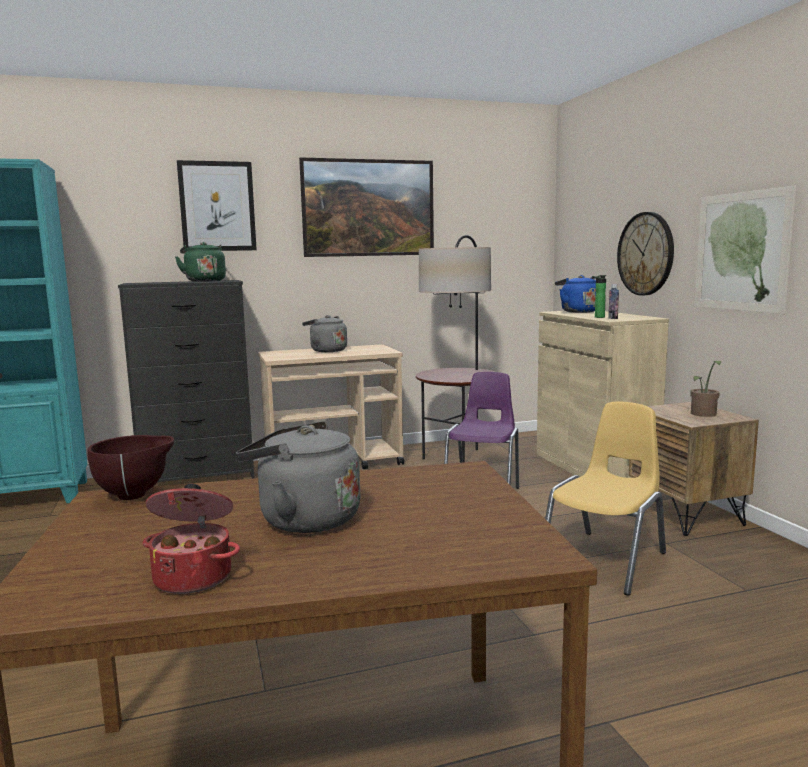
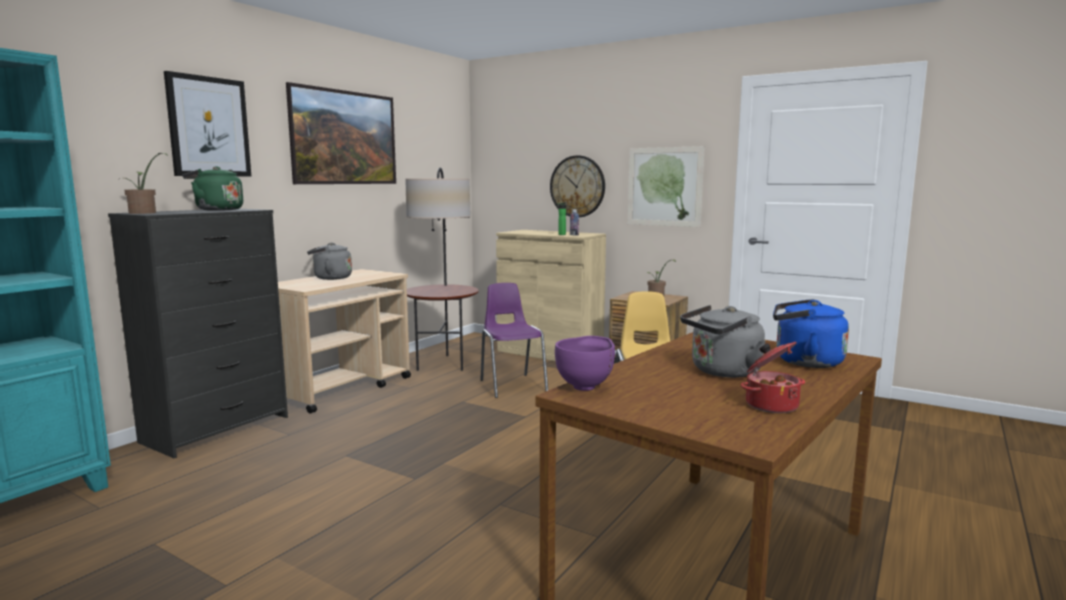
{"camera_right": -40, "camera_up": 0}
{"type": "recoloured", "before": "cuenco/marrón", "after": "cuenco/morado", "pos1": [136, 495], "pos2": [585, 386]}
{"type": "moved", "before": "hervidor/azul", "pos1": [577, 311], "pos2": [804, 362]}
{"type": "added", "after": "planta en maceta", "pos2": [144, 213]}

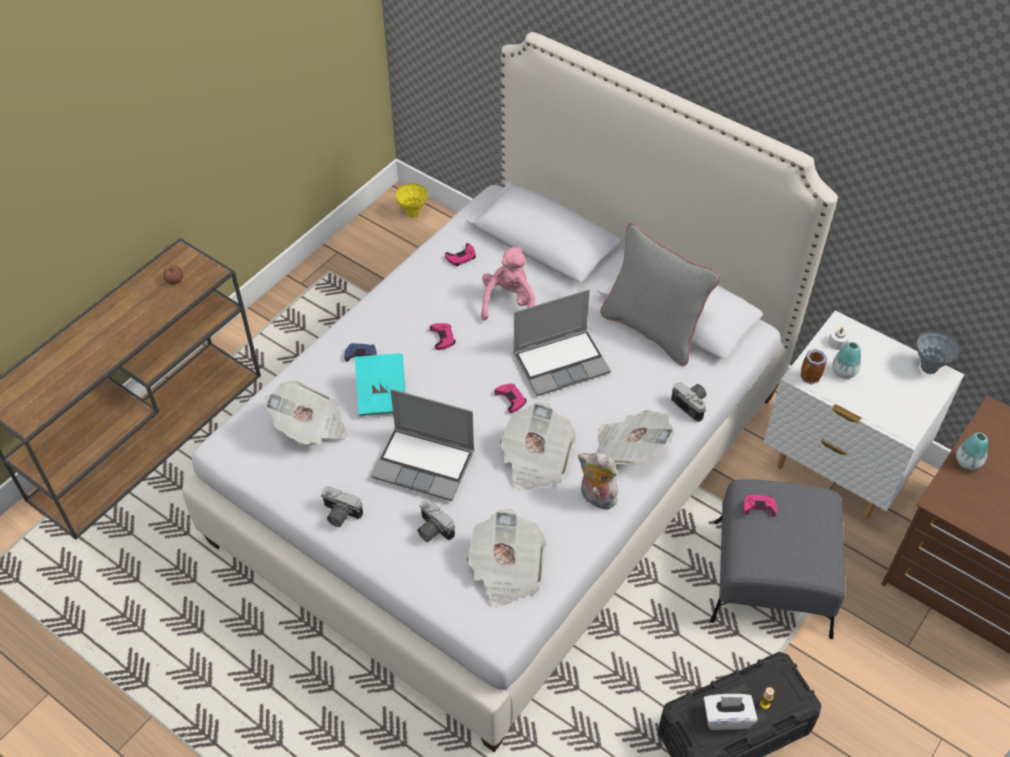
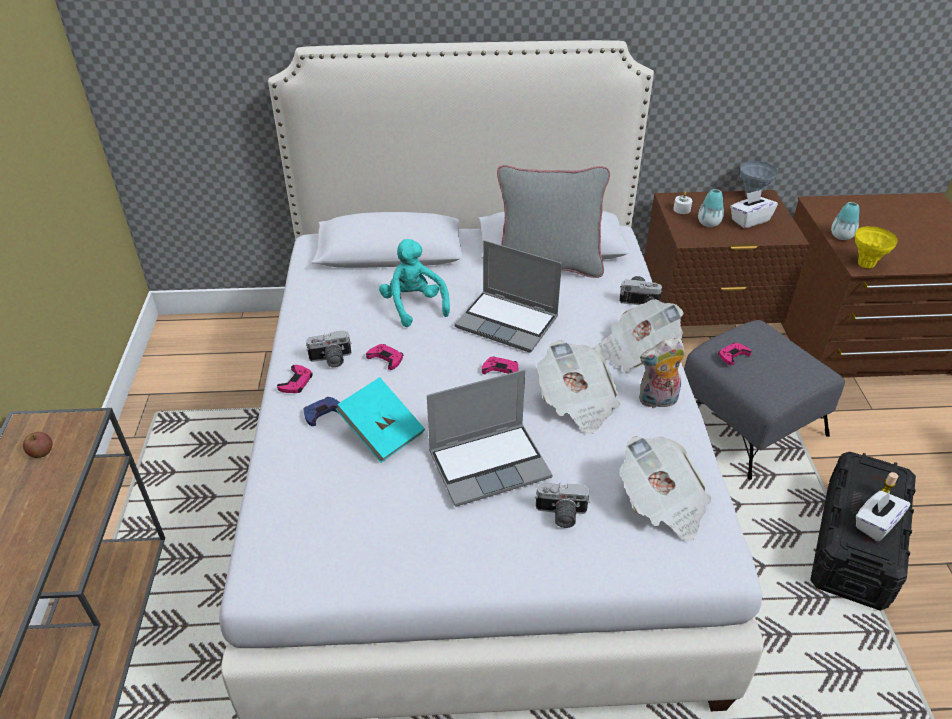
{"camera_right": -40, "camera_up": -10}
{"type": "removed", "before": "periódico", "pos1": [310, 427]}
{"type": "moved", "before": "cámara", "pos1": [339, 514], "pos2": [331, 360]}
{"type": "moved", "before": "florero/amarillo", "pos1": [413, 213], "pos2": [866, 265]}
{"type": "moved", "before": "mando de consola/rosa", "pos1": [461, 257], "pos2": [296, 382]}
{"type": "recoloured", "before": "peluche/rosa", "after": "peluche/turquesa", "pos1": [509, 303], "pos2": [414, 305]}
{"type": "turned", "before": "portátil", "pos1": [561, 362], "pos2": [508, 322], "turn": 90}
{"type": "recoloured", "before": "mesita de noche/blanco", "after": "mesita de noche/marrón", "pos1": [838, 469], "pos2": [702, 329]}
{"type": "removed", "before": "taza grande", "pos1": [809, 378]}
{"type": "added", "after": "caja de pañuelos/blanco", "pos2": [749, 220]}

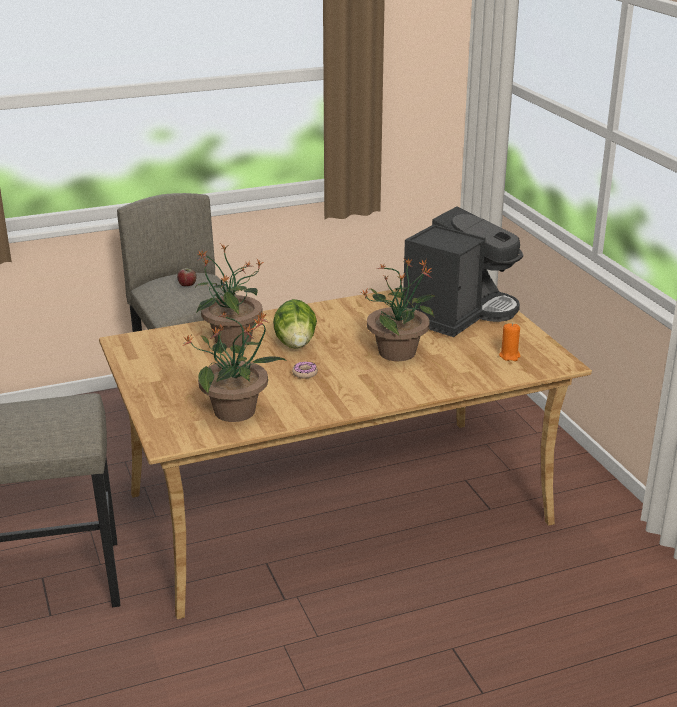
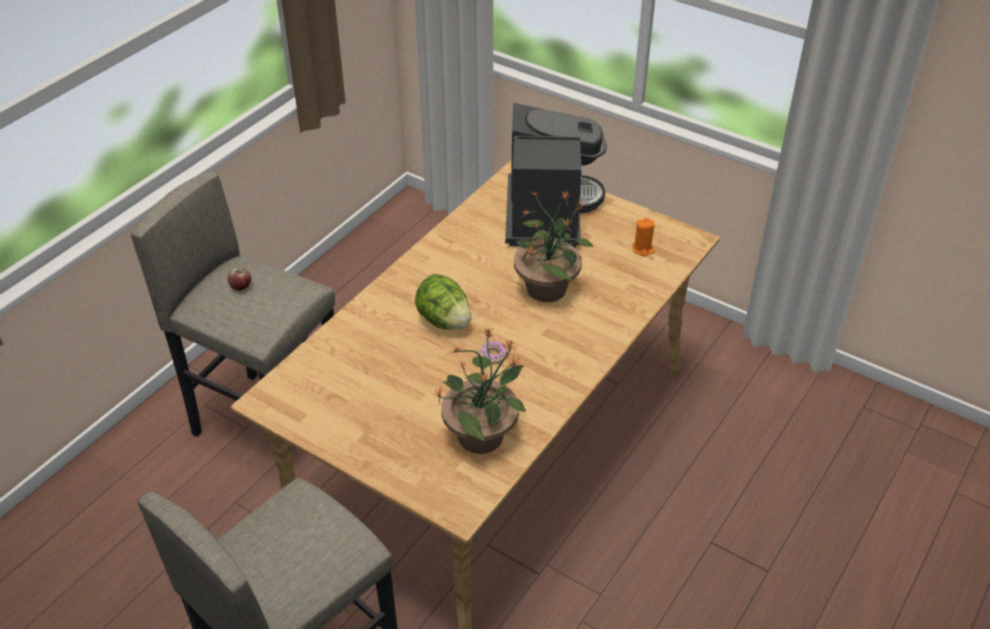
{"camera_right": -35, "camera_up": 15}
{"type": "removed", "before": "planta en maceta", "pos1": [232, 340]}

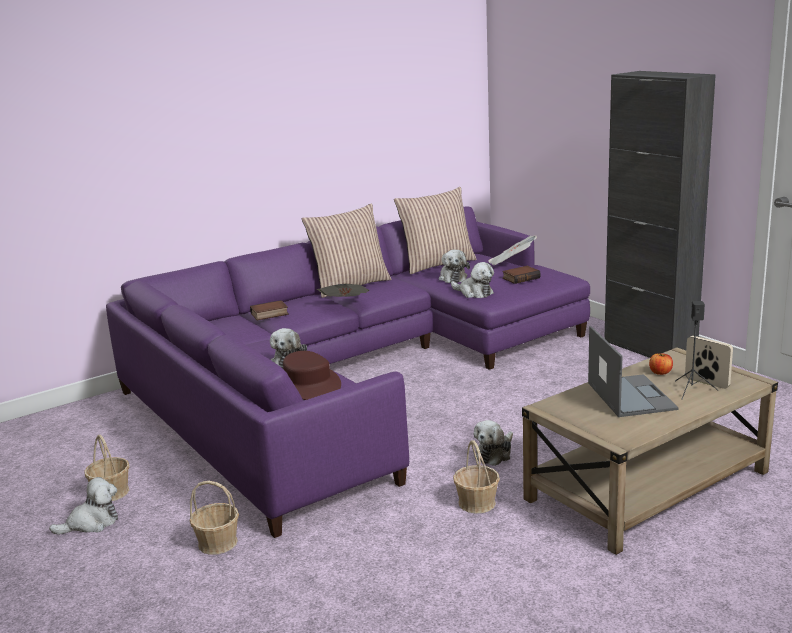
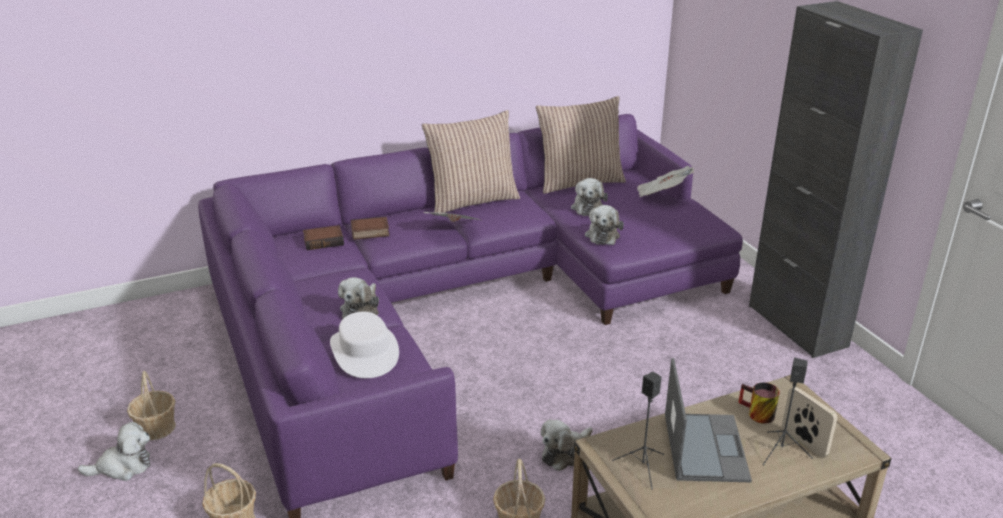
{"camera_right": 10, "camera_up": 10}
{"type": "recoloured", "before": "sombrero/marrón", "after": "sombrero/blanco", "pos1": [308, 385], "pos2": [365, 352]}
{"type": "turned", "before": "peluche", "pos1": [474, 293], "pos2": [602, 235], "turn": 45}
{"type": "moved", "before": "libro", "pos1": [521, 278], "pos2": [324, 241]}
{"type": "replaced", "before": "manzana", "after": "taza grande", "pos1": [660, 372], "pos2": [756, 414]}
{"type": "added", "after": "altavoz/negro", "pos2": [643, 468]}

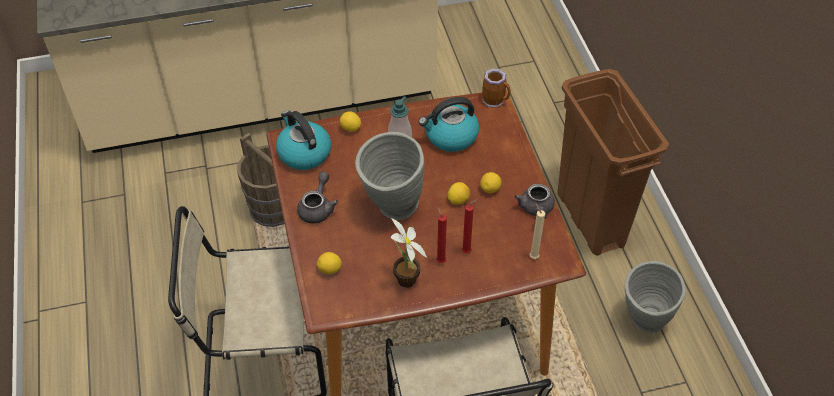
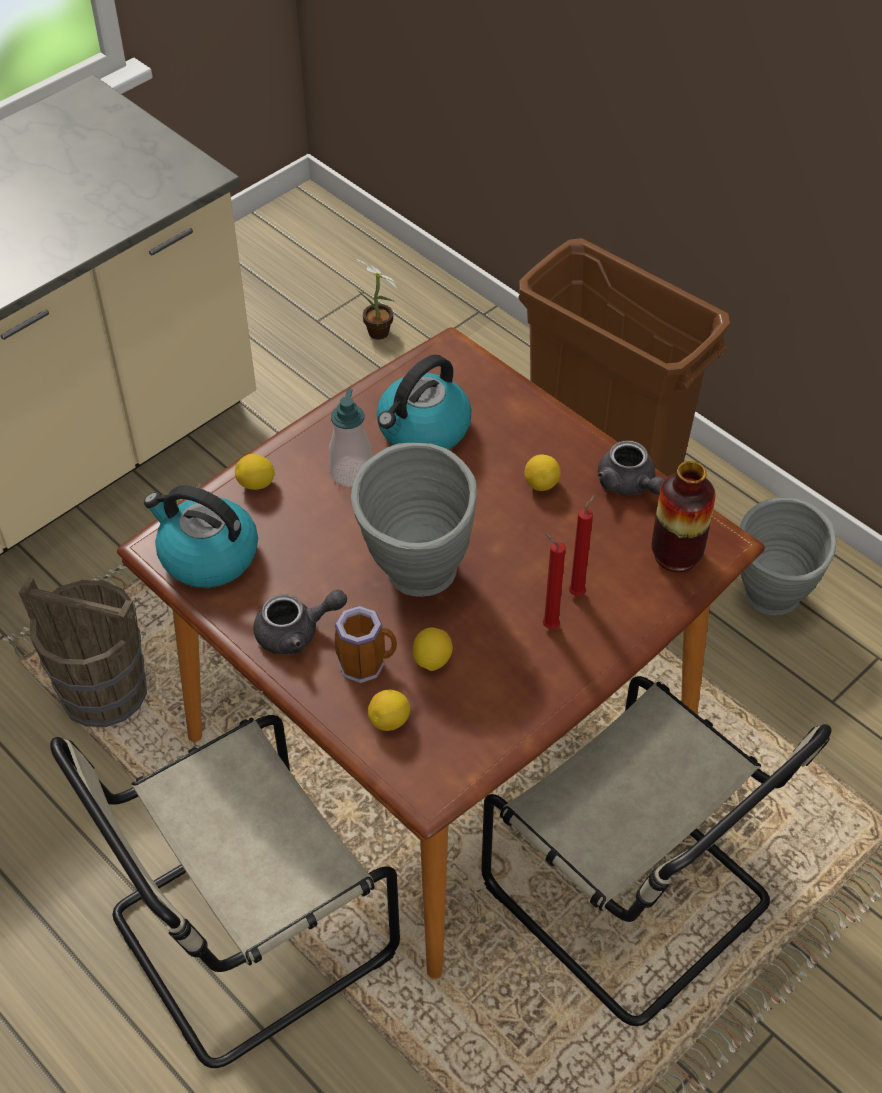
{"camera_right": -30, "camera_up": 0}
{"type": "turned", "before": "tetera/gris", "pos1": [318, 208], "pos2": [296, 632], "turn": 90}
{"type": "moved", "before": "planta en maceta", "pos1": [406, 283], "pos2": [380, 335]}
{"type": "moved", "before": "limón", "pos1": [458, 200], "pos2": [432, 660]}
{"type": "moved", "before": "taza grande", "pos1": [495, 101], "pos2": [366, 664]}
{"type": "replaced", "before": "vela/beis", "after": "florero", "pos1": [532, 256], "pos2": [676, 555]}

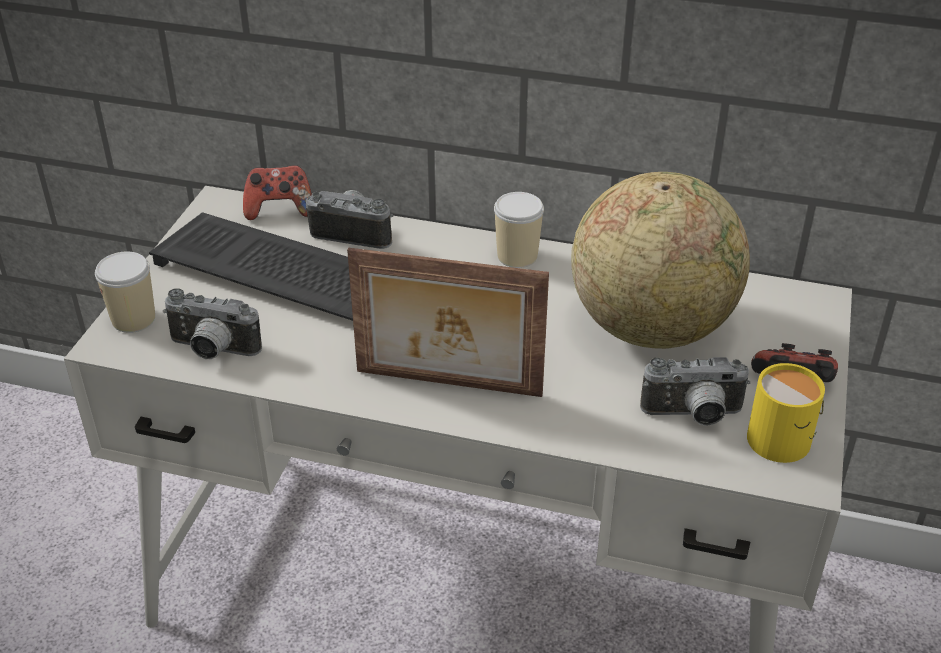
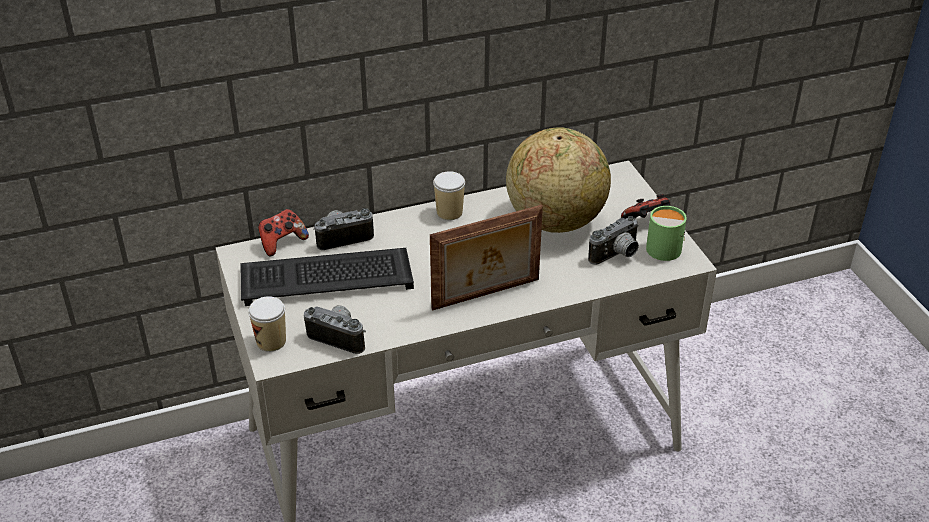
{"camera_right": -35, "camera_up": 0}
{"type": "turned", "before": "cámara", "pos1": [211, 351], "pos2": [339, 337], "turn": -135}
{"type": "recoloured", "before": "taza grande/amarillo", "after": "taza grande/verde", "pos1": [784, 436], "pos2": [664, 247]}

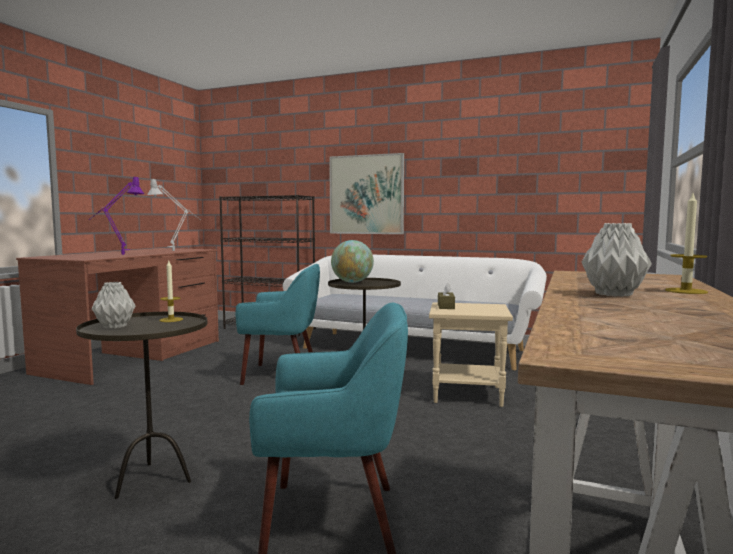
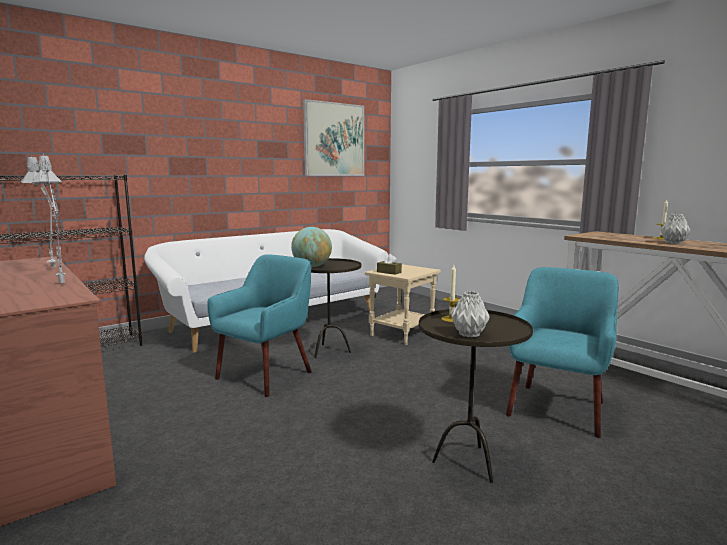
{"camera_right": -60, "camera_up": 5}
{"type": "recoloured", "before": "lámpara de mesa/morado", "after": "lámpara de mesa/gris", "pos1": [119, 256], "pos2": [63, 286]}
{"type": "moved", "before": "cuadro", "pos1": [366, 194], "pos2": [334, 139]}

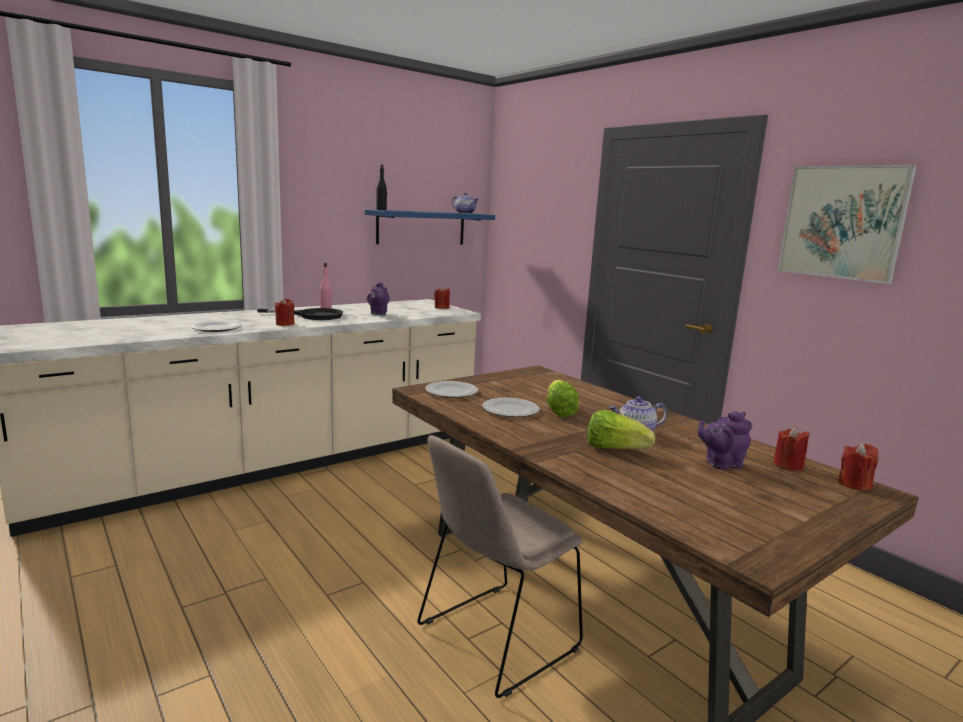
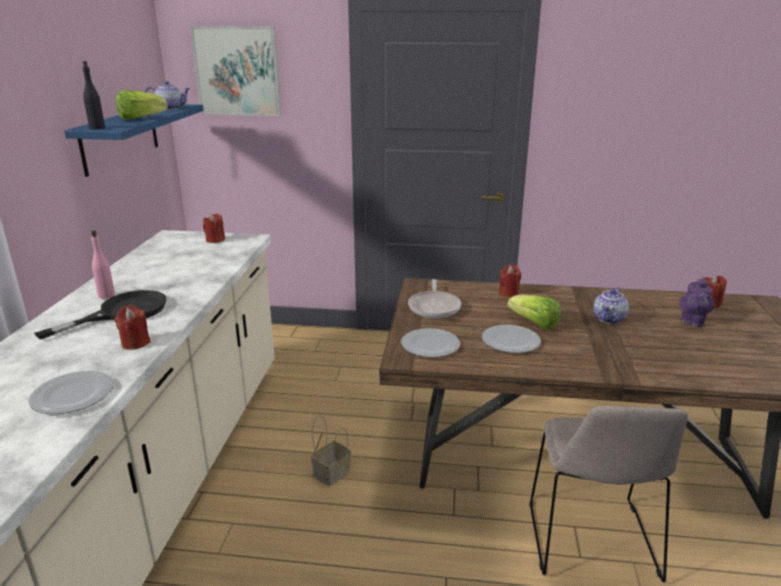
{"camera_right": -45, "camera_up": 10}
{"type": "removed", "before": "tetera/morado", "pos1": [378, 313]}
{"type": "moved", "before": "lechuga", "pos1": [614, 449], "pos2": [140, 118]}
{"type": "moved", "before": "cuadro", "pos1": [842, 222], "pos2": [237, 71]}
{"type": "moved", "before": "vela/rojo", "pos1": [854, 484], "pos2": [509, 293]}
{"type": "added", "after": "cesta", "pos2": [332, 472]}
{"type": "added", "after": "sartén", "pos2": [434, 307]}

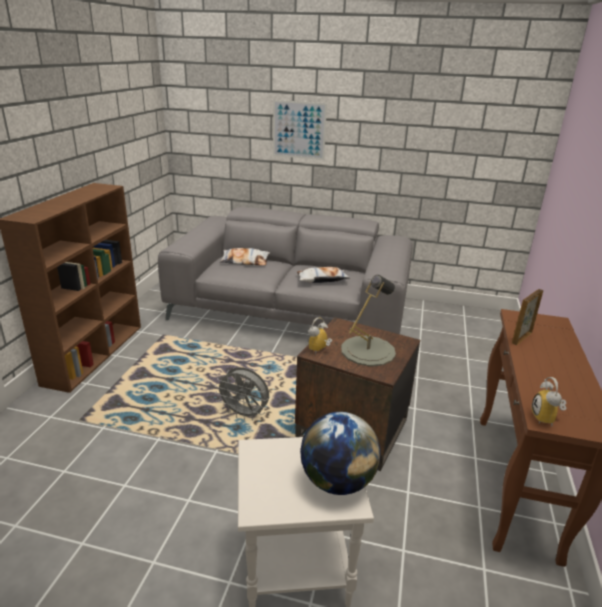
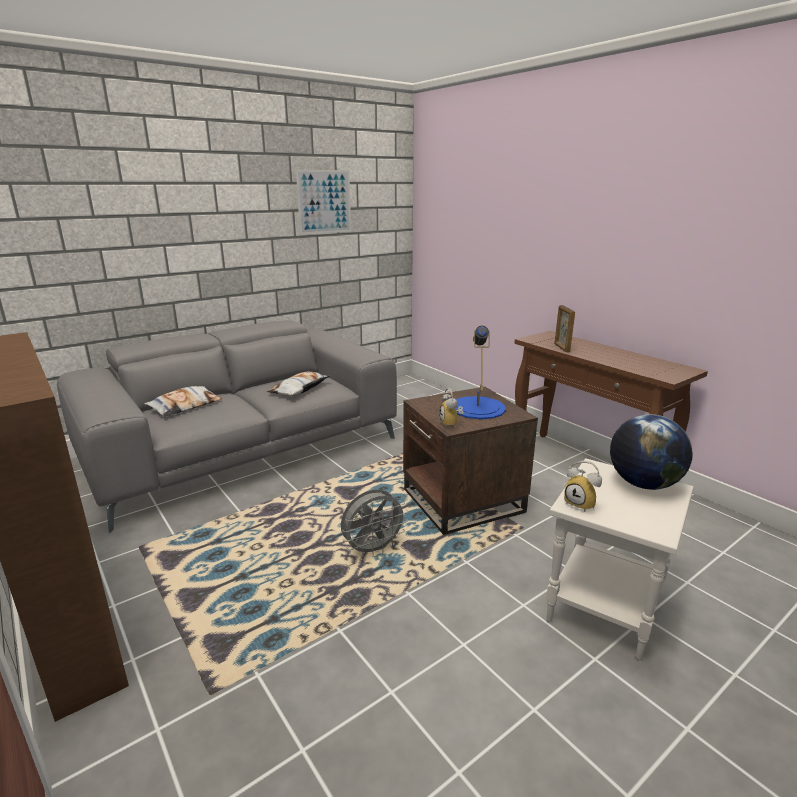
{"camera_right": -50, "camera_up": -5}
{"type": "moved", "before": "cuadro", "pos1": [299, 130], "pos2": [324, 202]}
{"type": "recoloured", "before": "lámpara de mesa/gris", "after": "lámpara de mesa/azul", "pos1": [368, 350], "pos2": [477, 408]}
{"type": "moved", "before": "despertador", "pos1": [547, 419], "pos2": [582, 504]}

